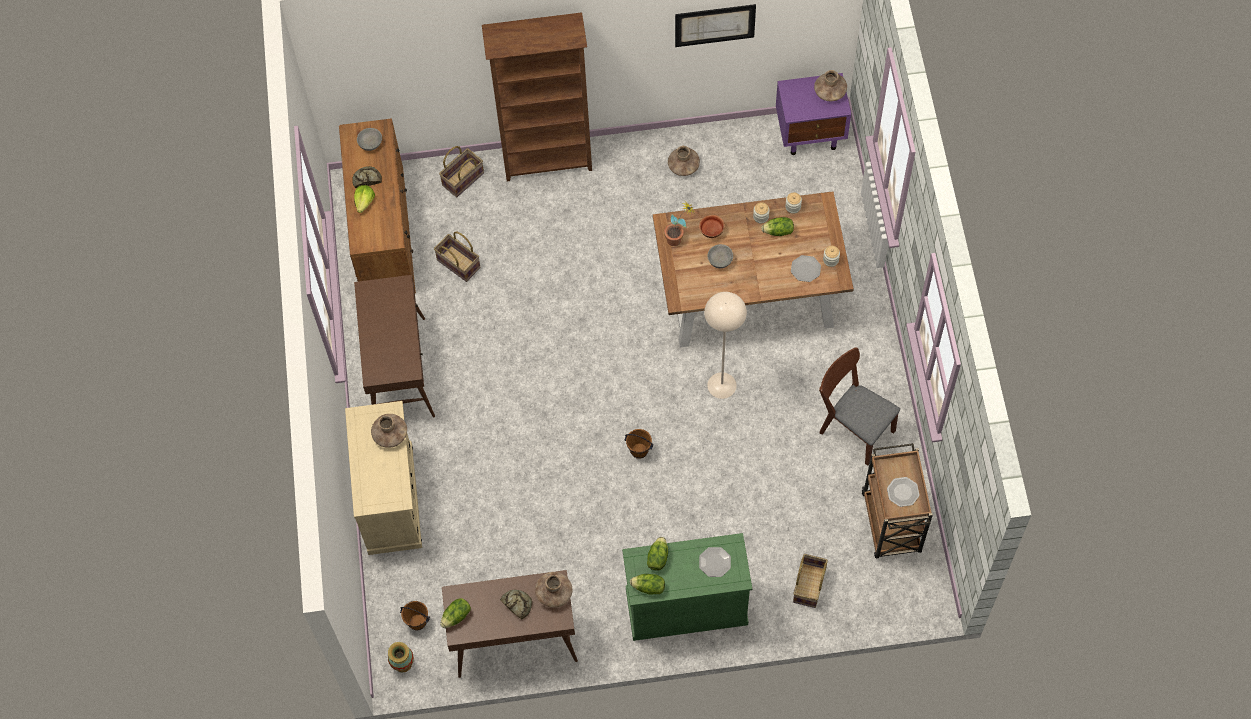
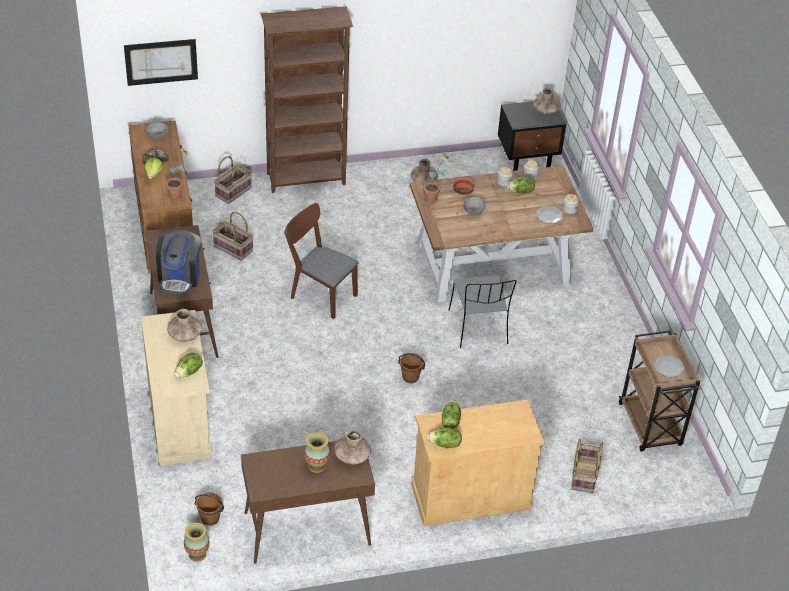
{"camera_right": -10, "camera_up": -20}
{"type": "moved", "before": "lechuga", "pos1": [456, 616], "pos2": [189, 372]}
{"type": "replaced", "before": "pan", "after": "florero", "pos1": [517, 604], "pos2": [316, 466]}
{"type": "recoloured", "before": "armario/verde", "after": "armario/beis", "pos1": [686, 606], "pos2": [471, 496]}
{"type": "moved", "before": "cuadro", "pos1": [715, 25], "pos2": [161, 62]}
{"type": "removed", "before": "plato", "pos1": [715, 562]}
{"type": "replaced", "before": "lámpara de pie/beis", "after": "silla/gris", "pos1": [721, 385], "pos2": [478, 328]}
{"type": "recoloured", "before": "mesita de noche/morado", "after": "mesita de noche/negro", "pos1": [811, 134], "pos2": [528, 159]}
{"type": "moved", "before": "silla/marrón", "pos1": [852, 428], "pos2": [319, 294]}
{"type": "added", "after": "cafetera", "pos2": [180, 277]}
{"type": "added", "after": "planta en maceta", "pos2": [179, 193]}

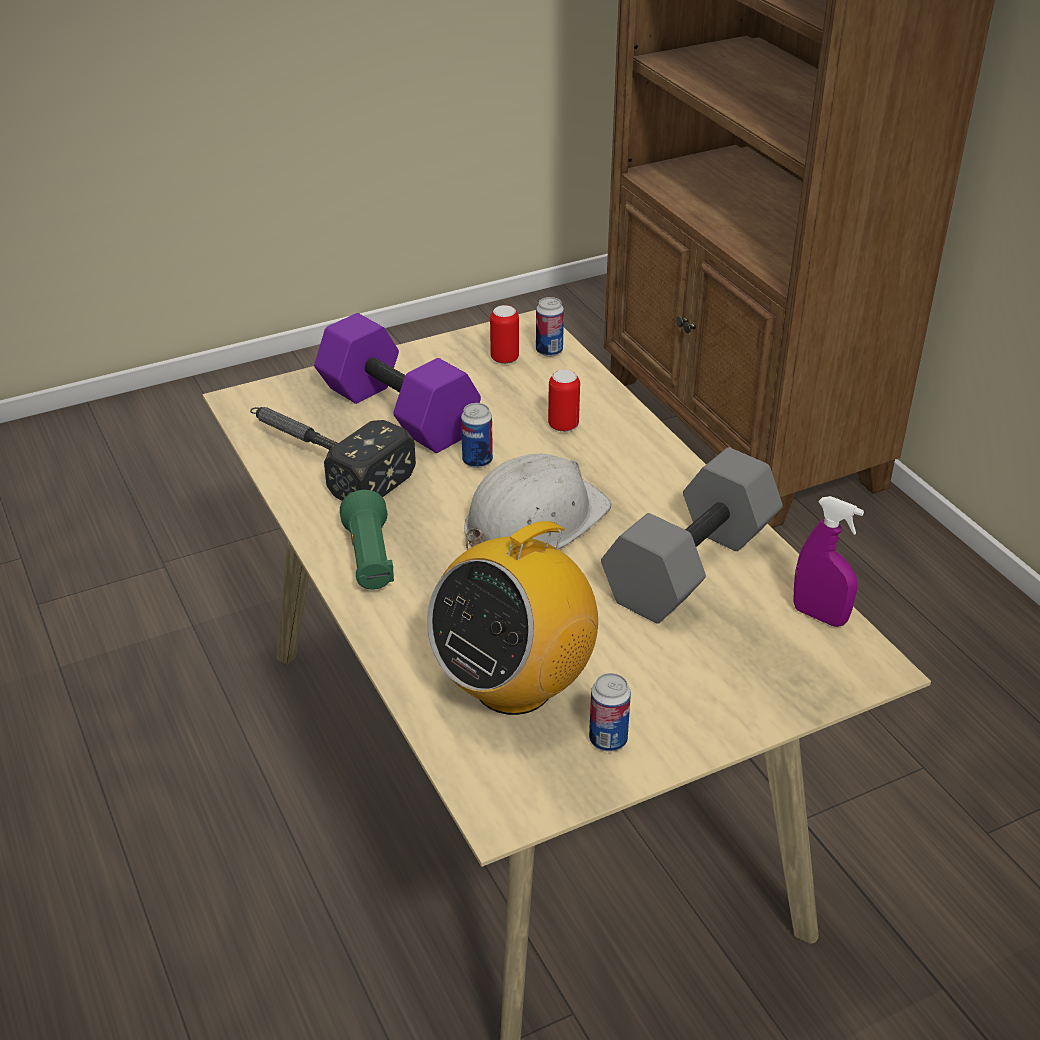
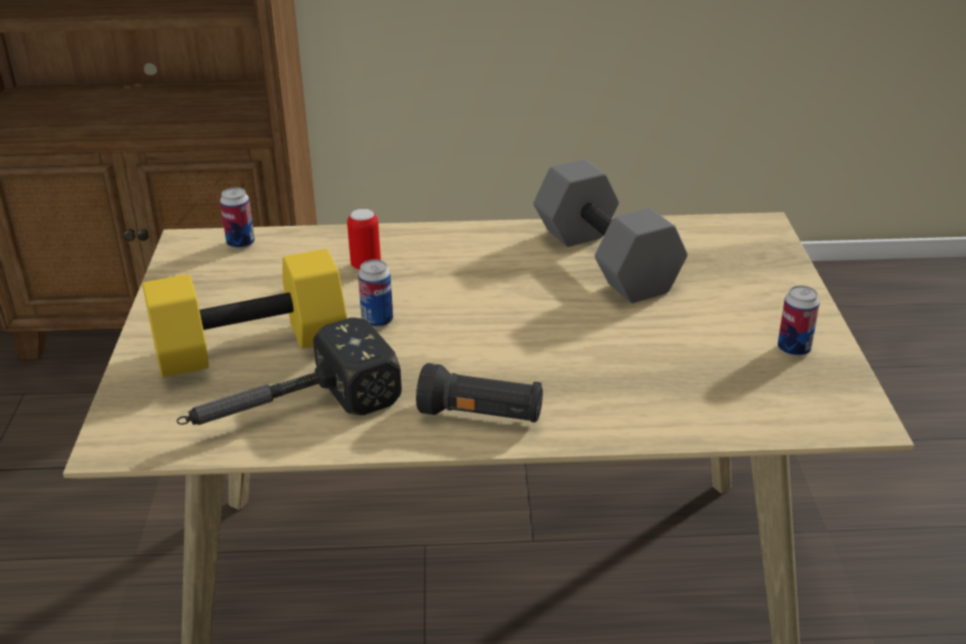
{"camera_right": -65, "camera_up": -5}
{"type": "recoloured", "before": "mancuerna/morado", "after": "mancuerna/amarillo", "pos1": [395, 412], "pos2": [249, 348]}
{"type": "recoloured", "before": "linterna/verde", "after": "linterna/negro", "pos1": [369, 559], "pos2": [481, 416]}
{"type": "removed", "before": "radio", "pos1": [514, 685]}
{"type": "removed", "before": "casco/blanco", "pos1": [533, 520]}
{"type": "removed", "before": "lata", "pos1": [504, 359]}
{"type": "removed", "before": "pulverizador/morado", "pos1": [819, 616]}

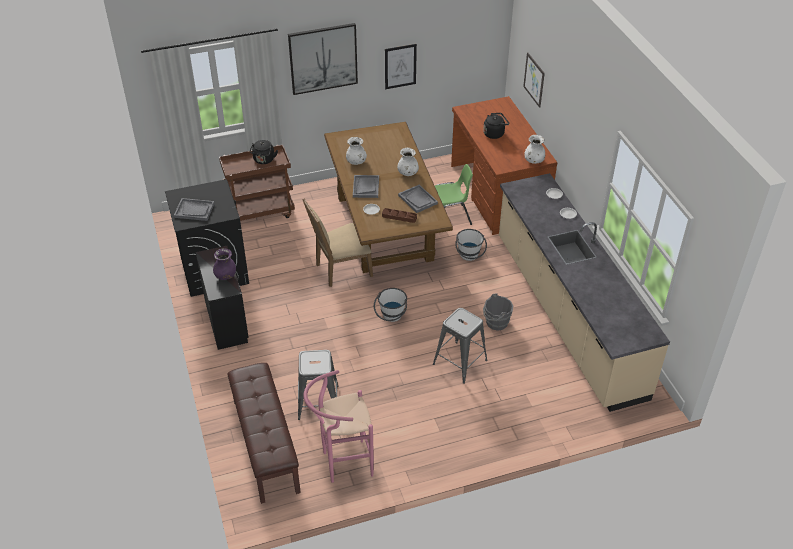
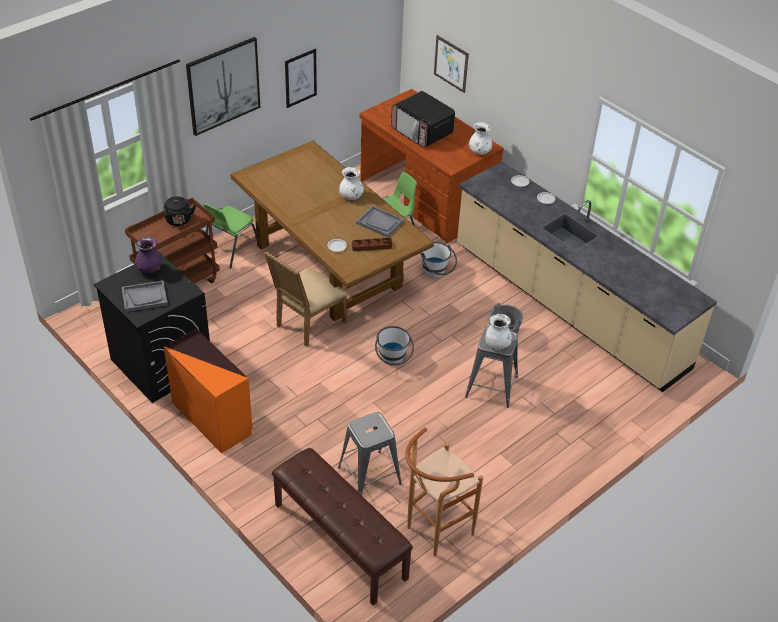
{"camera_right": -25, "camera_up": 0}
{"type": "recoloured", "before": "cómoda/negro", "after": "cómoda/naranja", "pos1": [227, 320], "pos2": [212, 417]}
{"type": "moved", "before": "florero/morado", "pos1": [225, 276], "pos2": [150, 269]}
{"type": "recoloured", "before": "taburete/rosa", "after": "taburete/marrón", "pos1": [342, 464], "pos2": [434, 533]}
{"type": "moved", "before": "florero/blanco", "pos1": [356, 162], "pos2": [497, 344]}
{"type": "removed", "before": "bandeja/gris", "pos1": [366, 187]}
{"type": "replaced", "before": "hervidor/negro", "after": "microondas", "pos1": [495, 133], "pos2": [422, 132]}
{"type": "added", "after": "silla/verde", "pos2": [230, 249]}

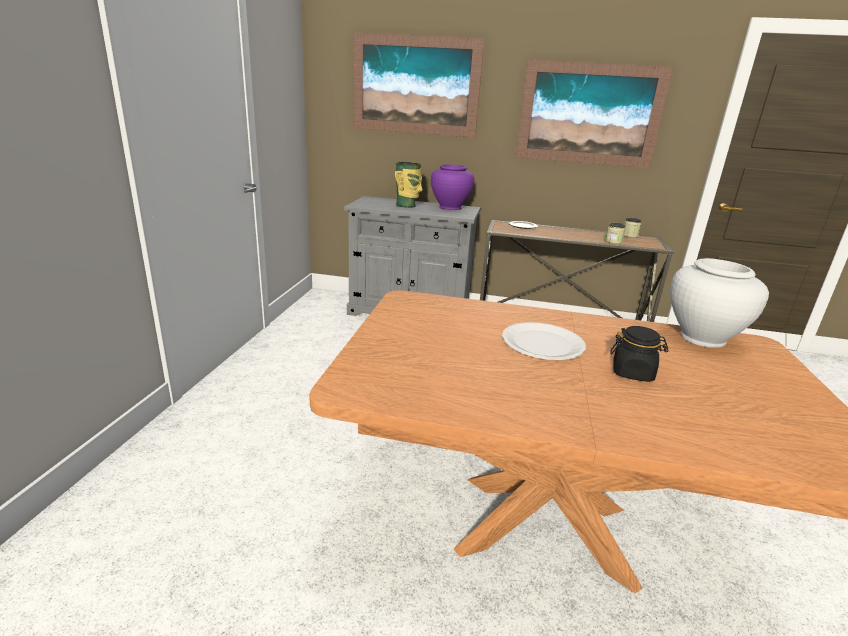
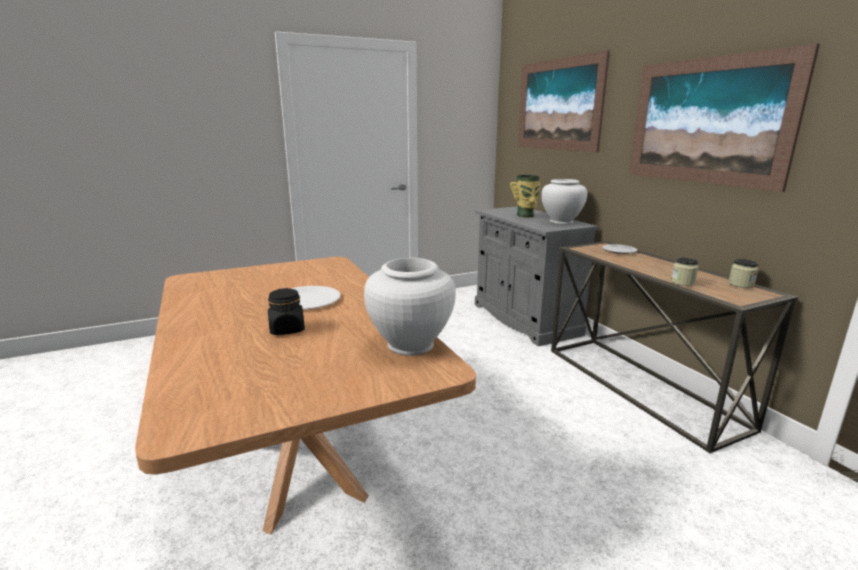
{"camera_right": 55, "camera_up": -5}
{"type": "recoloured", "before": "florero/morado", "after": "florero/blanco", "pos1": [450, 207], "pos2": [561, 222]}

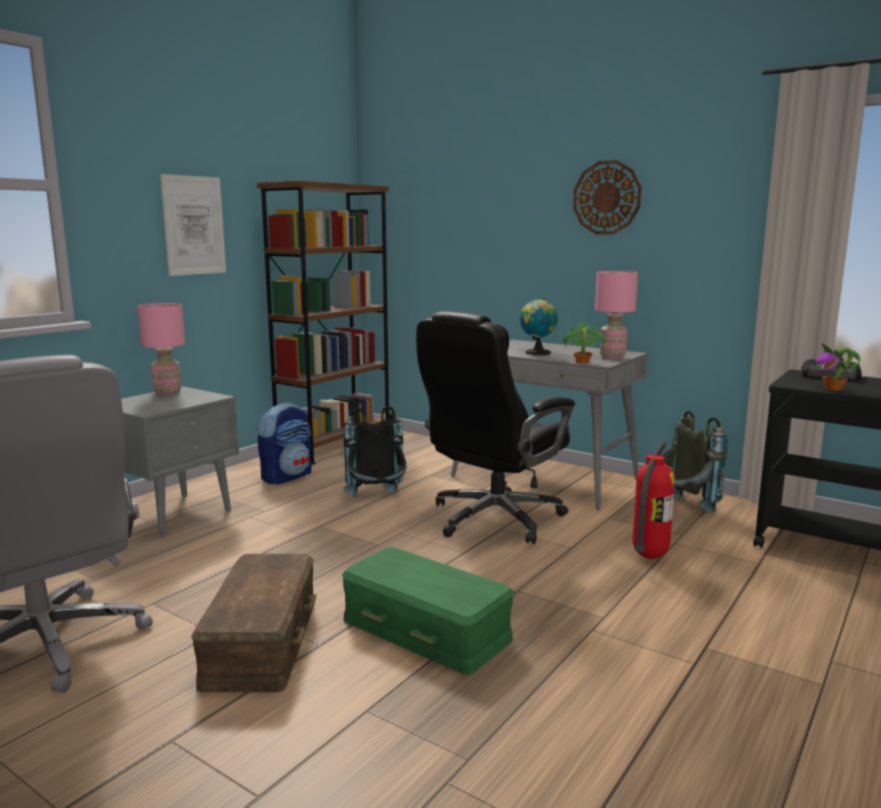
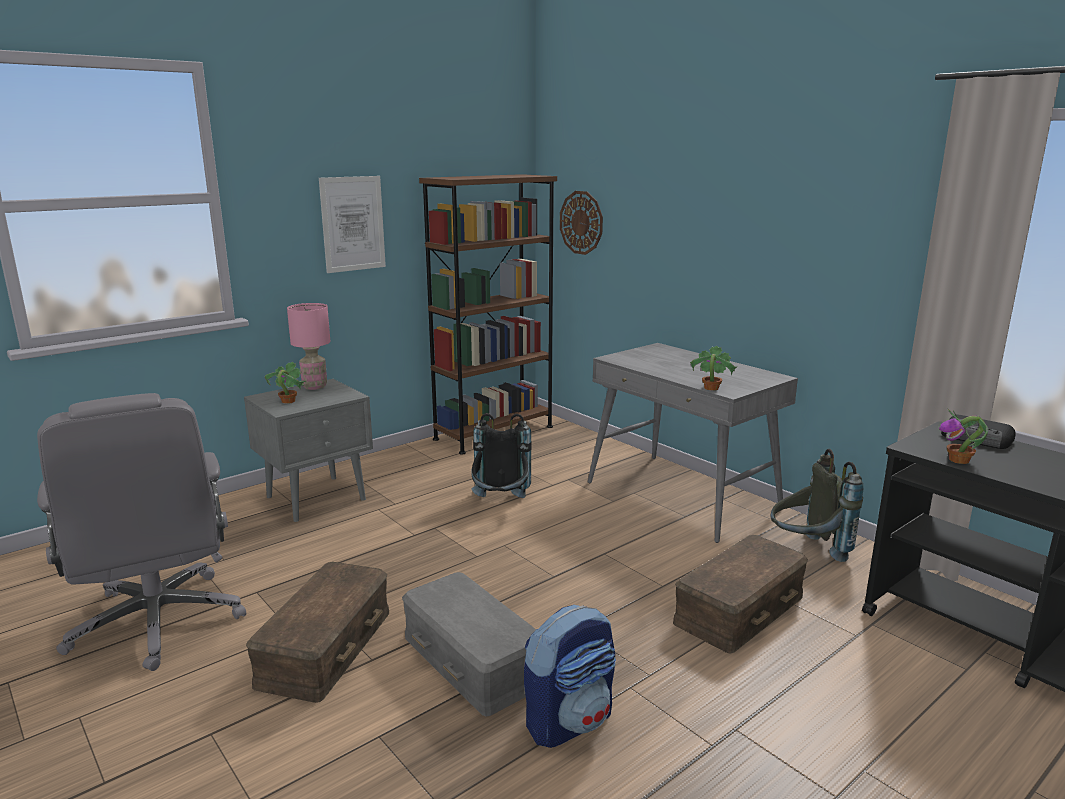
{"camera_right": 15, "camera_up": 5}
{"type": "moved", "before": "mochila", "pos1": [287, 476], "pos2": [569, 721]}
{"type": "recoloured", "before": "caja de almacenaje/verde", "after": "caja de almacenaje/gris", "pos1": [427, 628], "pos2": [474, 658]}
{"type": "removed", "before": "silla de oficina/negro", "pos1": [493, 519]}
{"type": "removed", "before": "globo terráqueo", "pos1": [537, 353]}
{"type": "moved", "before": "reloj de pared", "pos1": [606, 198], "pos2": [581, 222]}
{"type": "removed", "before": "lámpara de mesa/rosa", "pos1": [613, 357]}
{"type": "replaced", "before": "extintor", "after": "caja de almacenaje/marrón", "pos1": [648, 556], "pos2": [738, 608]}
{"type": "added", "after": "planta en maceta", "pos2": [287, 401]}

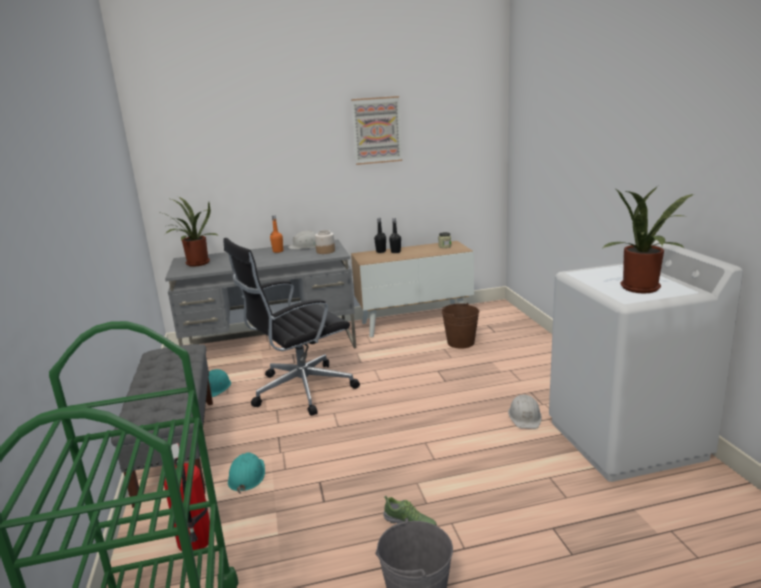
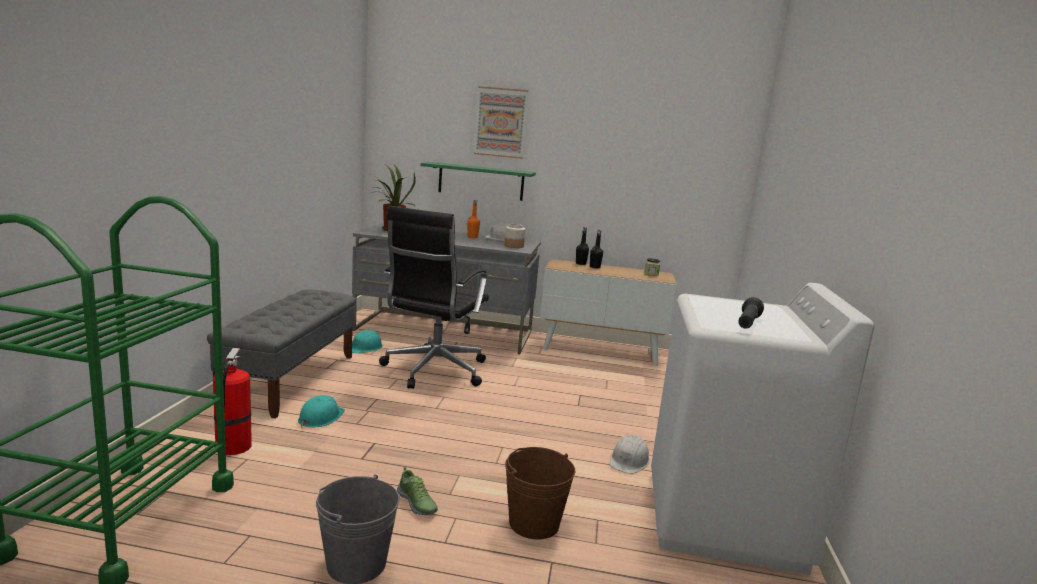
{"camera_right": 20, "camera_up": -5}
{"type": "turned", "before": "silla de oficina/negro", "pos1": [300, 390], "pos2": [433, 371], "turn": -60}
{"type": "moved", "before": "cuadro", "pos1": [376, 130], "pos2": [500, 122]}
{"type": "moved", "before": "cubo/marrón", "pos1": [460, 342], "pos2": [534, 523]}
{"type": "replaced", "before": "planta en maceta", "after": "linterna/negro", "pos1": [643, 289], "pos2": [747, 324]}
{"type": "added", "after": "estante/verde", "pos2": [481, 181]}

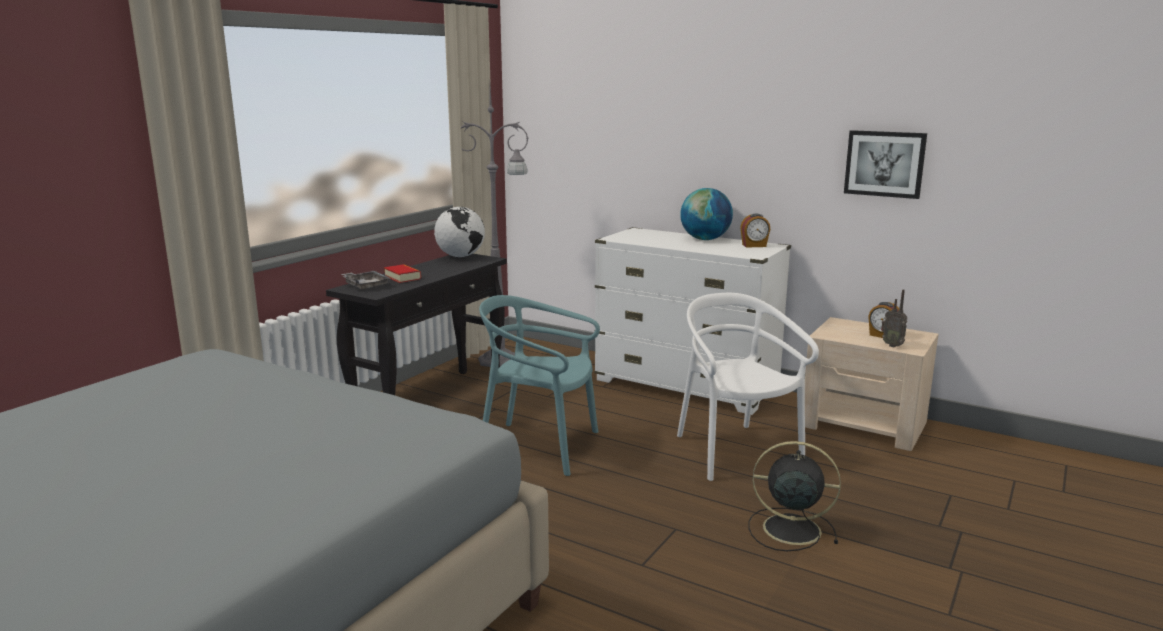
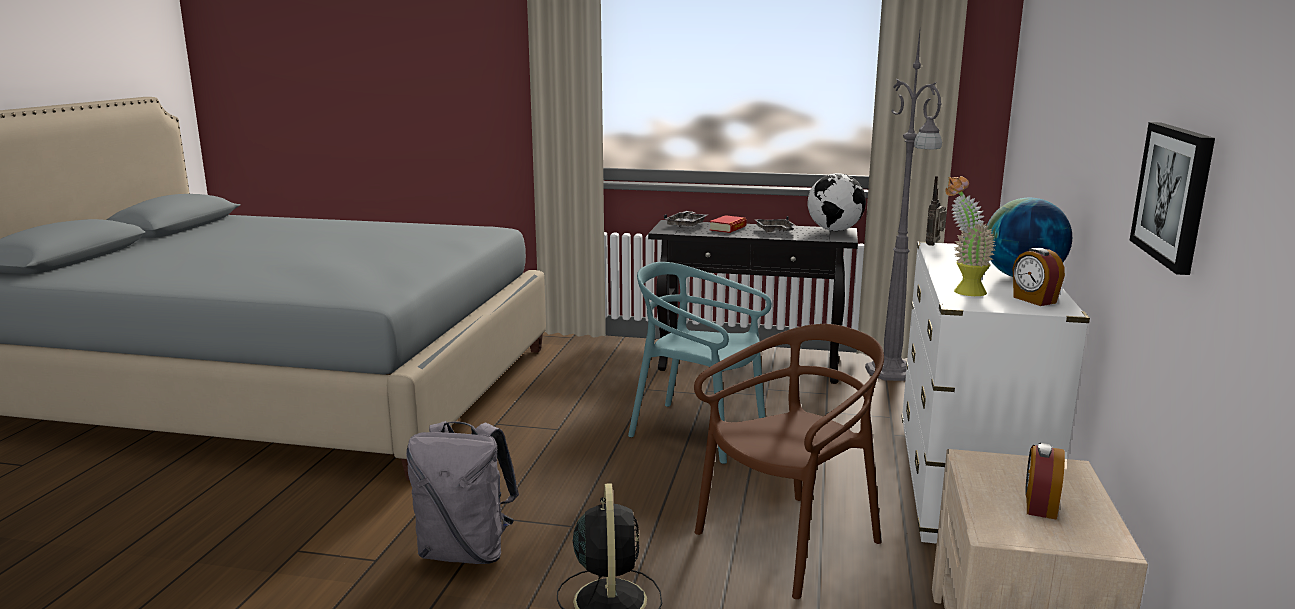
{"camera_right": 70, "camera_up": 0}
{"type": "turned", "before": "silla/turquesa", "pos1": [540, 447], "pos2": [698, 431], "turn": -60}
{"type": "recoloured", "before": "silla/blanco", "after": "silla/marrón", "pos1": [735, 452], "pos2": [790, 542]}
{"type": "moved", "before": "radio", "pos1": [892, 345], "pos2": [934, 245]}
{"type": "added", "after": "mochila/gris", "pos2": [466, 552]}
{"type": "added", "after": "bandeja/gris", "pos2": [775, 231]}
{"type": "added", "after": "planta en maceta", "pos2": [962, 290]}

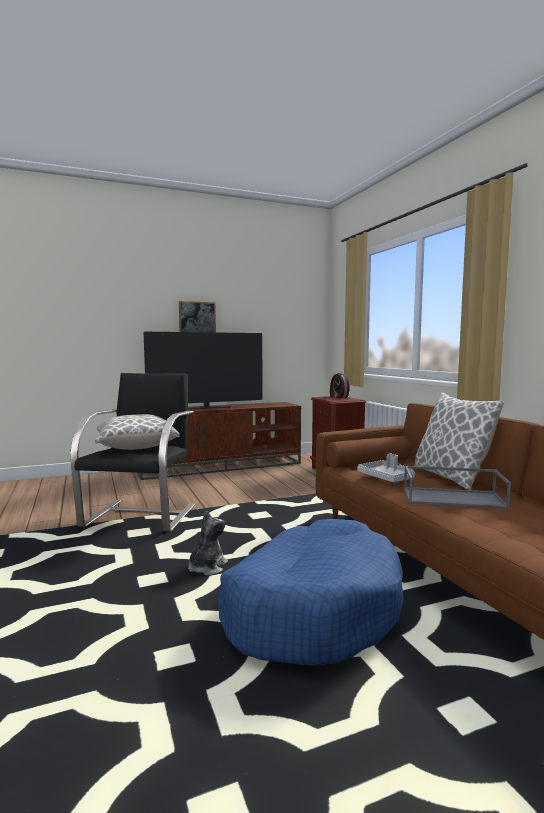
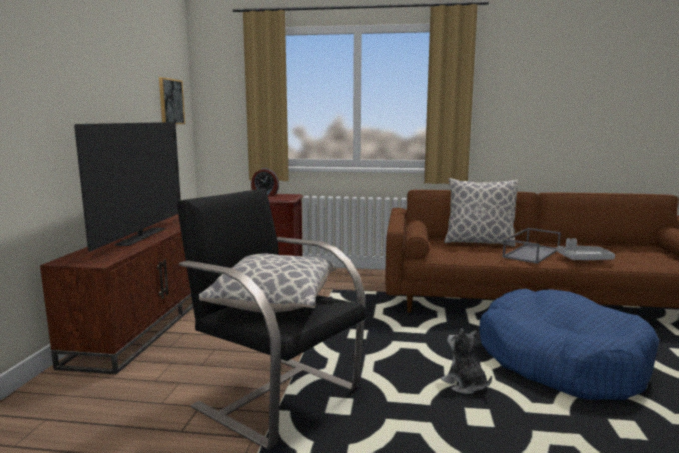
{"camera_right": -60, "camera_up": 5}
{"type": "moved", "before": "cuadro", "pos1": [197, 320], "pos2": [171, 101]}
{"type": "moved", "before": "bandeja/gris", "pos1": [387, 478], "pos2": [583, 259]}

